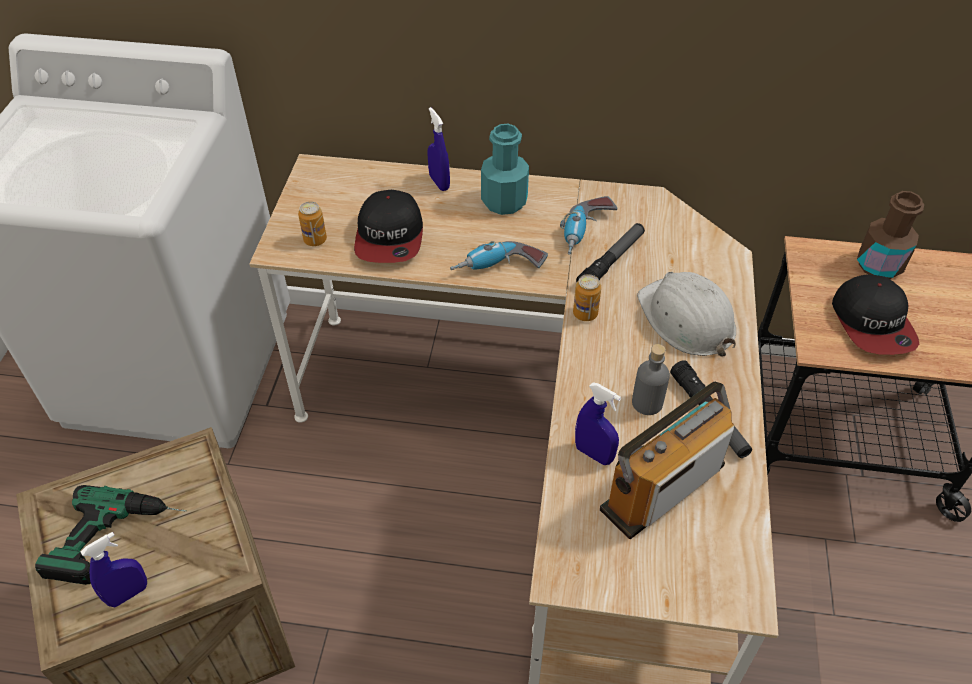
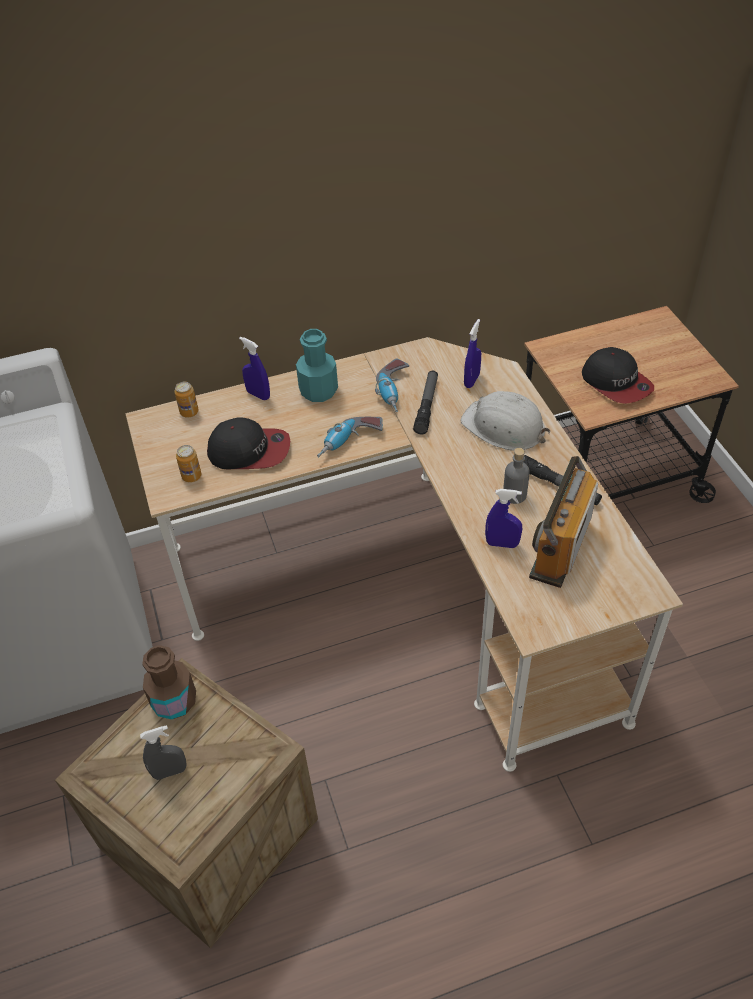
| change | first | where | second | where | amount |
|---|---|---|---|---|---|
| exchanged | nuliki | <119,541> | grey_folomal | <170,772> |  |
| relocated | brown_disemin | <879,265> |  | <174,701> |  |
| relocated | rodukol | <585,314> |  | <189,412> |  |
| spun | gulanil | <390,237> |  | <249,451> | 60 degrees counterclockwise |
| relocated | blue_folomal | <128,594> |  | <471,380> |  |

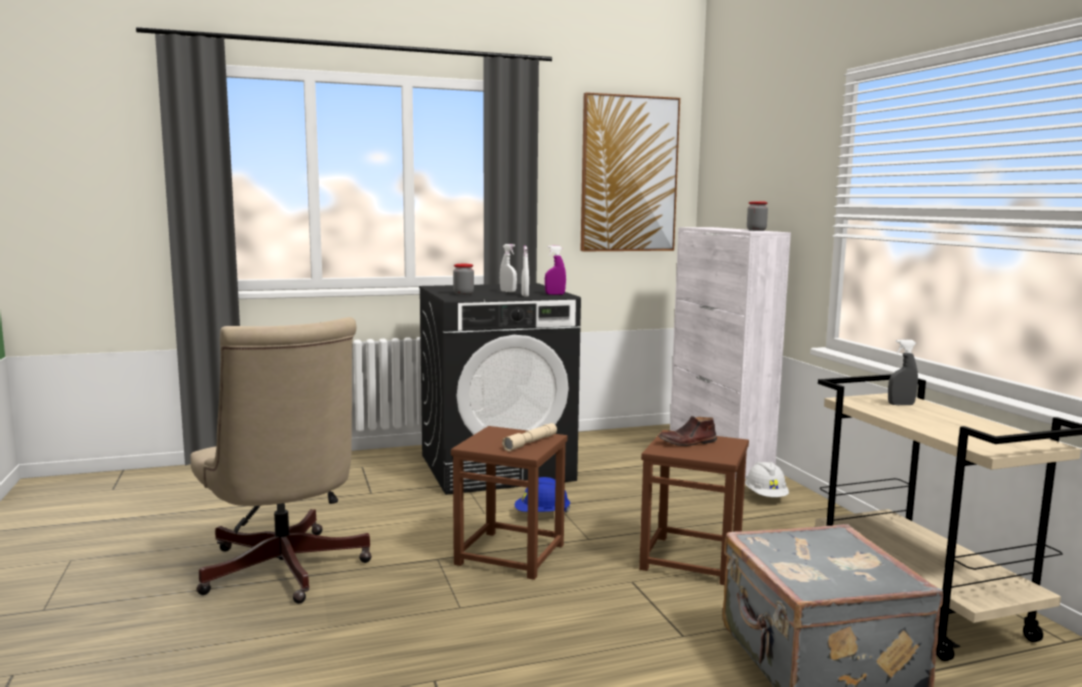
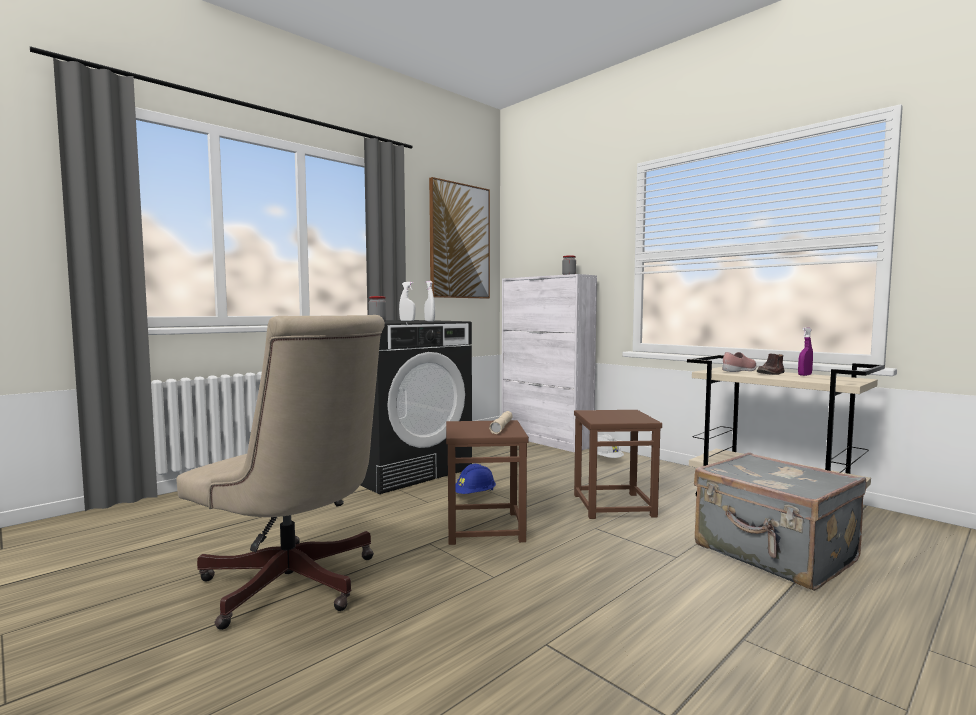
| change | first | where | second | where | amount |
|---|---|---|---|---|---|
| exchanged | grey_folomal | <901,404> | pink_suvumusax | <739,371> |  |
| relocated | brown_suvumusax | <688,442> |  | <771,373> |  |
| relocated | purple_folomal | <555,294> |  | <804,375> |  |

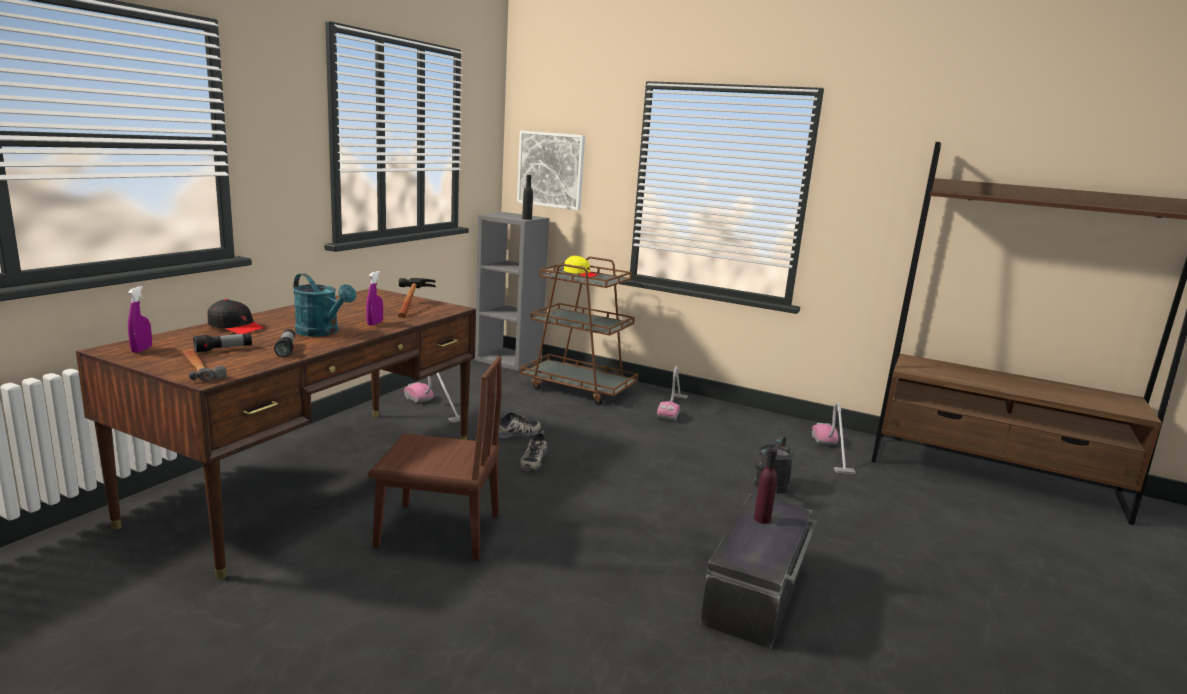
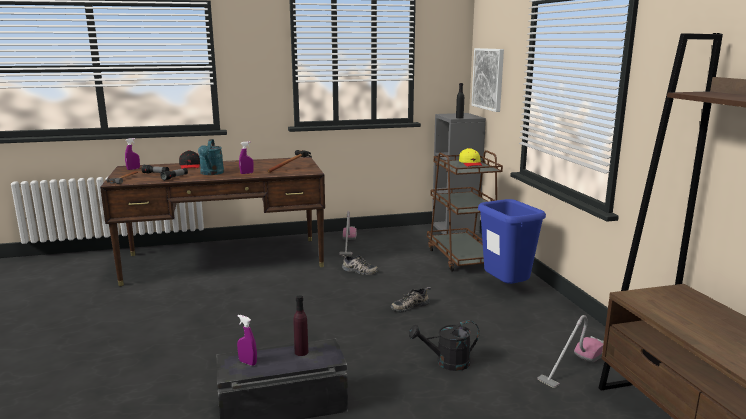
| change | first | where | second | where | amount |
|---|---|---|---|---|---|
| appeared |  |  | purple_folomal | <247,362> |  |
| relocated | suvumusax | <533,459> |  | <410,305> |  |
| exchanged | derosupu | <673,407> | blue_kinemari | <506,289> |  |
| missing | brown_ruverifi | <438,531> |  |  |  |

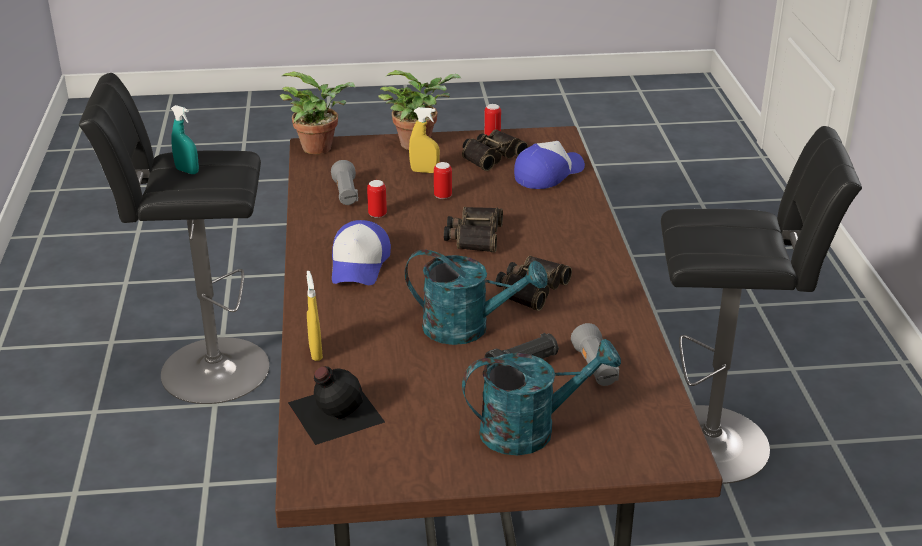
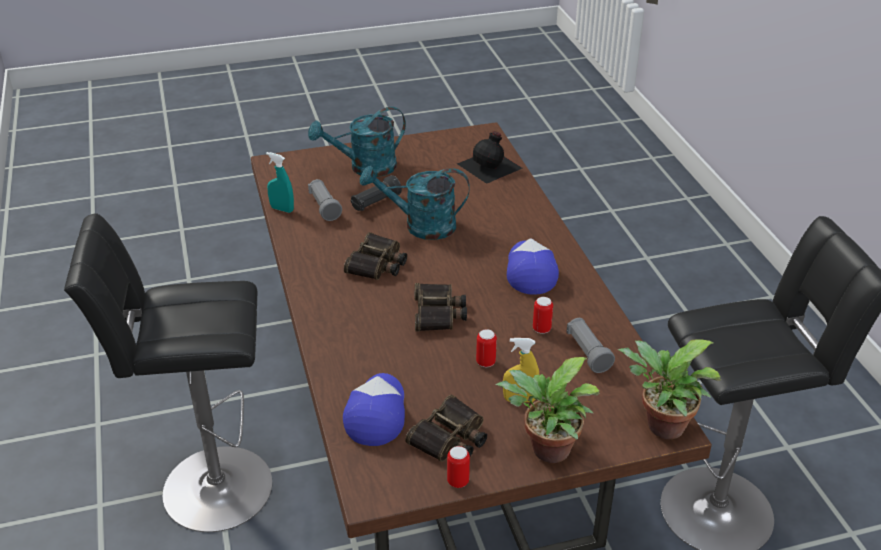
| change | first | where | second | where | amount |
|---|---|---|---|---|---|
| relocated | turquoise_folomal | <187,171> |  | <282,209> |  |
| spun | gulanil | <548,173> |  | <376,413> | 150 degrees clockwise |
| missing | yellow_folomal | <315,352> |  |  |  |

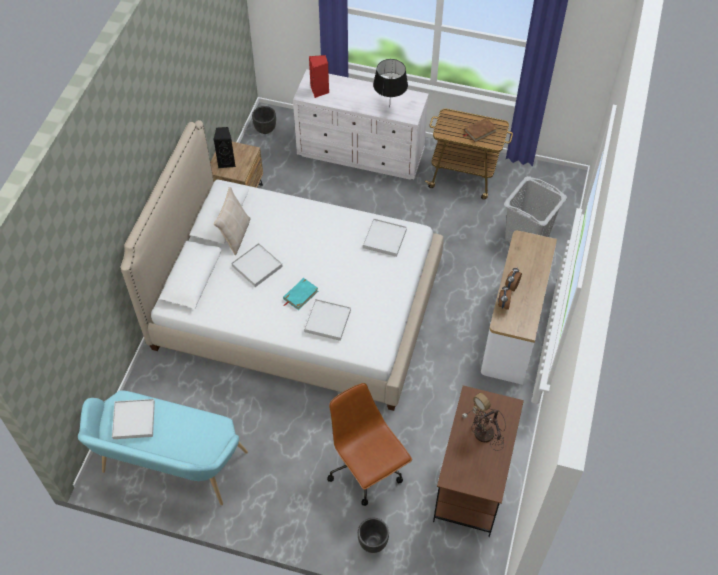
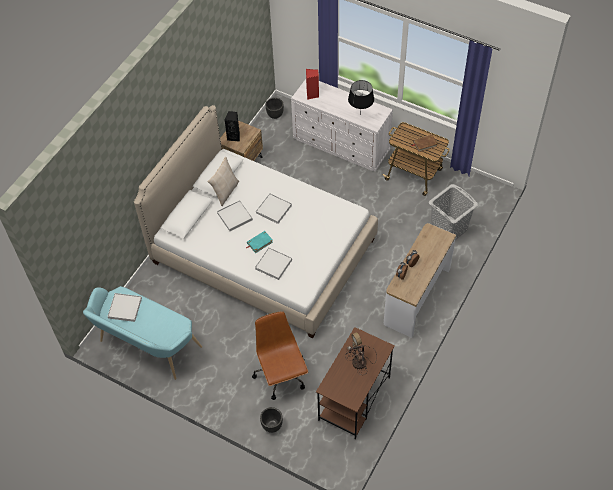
| change | first | where | second | where | amount |
|---|---|---|---|---|---|
| relocated | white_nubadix | <384,239> |  | <273,209> |  |

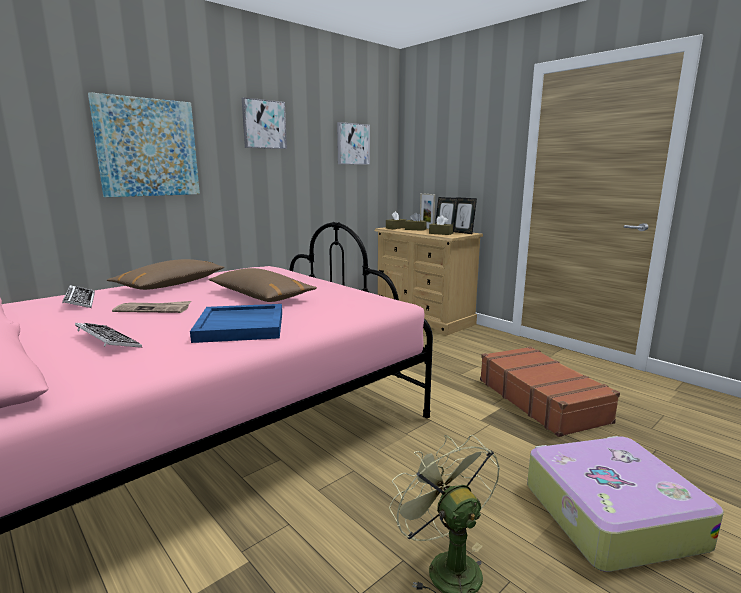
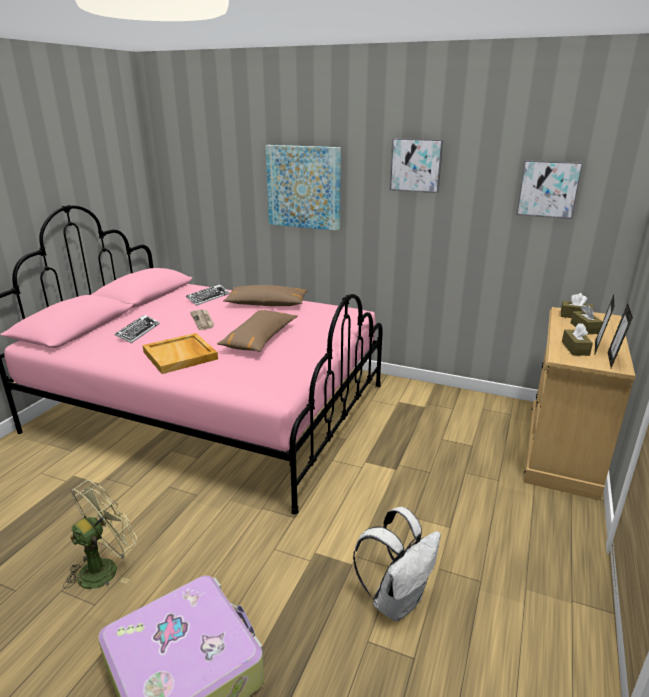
| change | first | where | second | where | amount |
|---|---|---|---|---|---|
| colour | blue_nubadix | <241,326> | beige_nubadix | <181,355> |  |
| exchanged | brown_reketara | <541,400> | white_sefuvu | <397,599> |  |
| missing | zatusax | <426,228> |  |  |  |

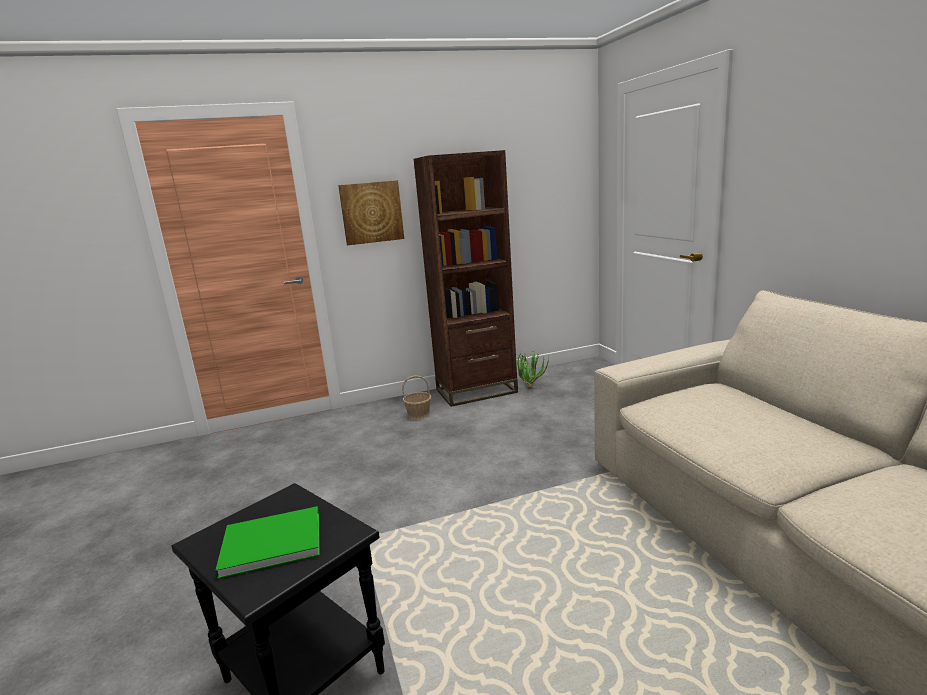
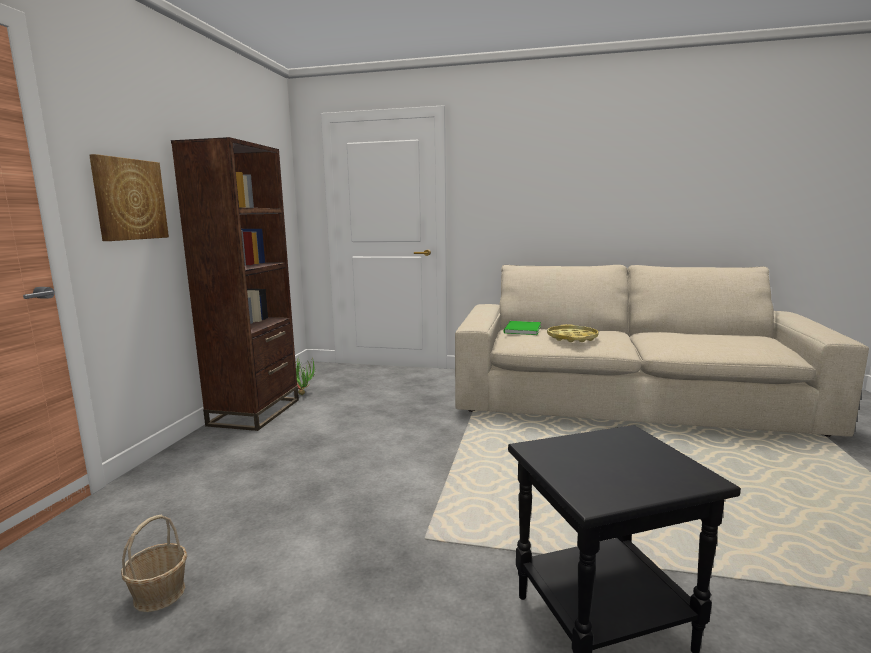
| change | first | where | second | where | amount |
|---|---|---|---|---|---|
| relocated | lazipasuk | <419,414> |  | <160,594> |  |
| relocated | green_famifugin | <269,542> |  | <521,330> |  |
| appeared |  |  | yellow_nubadix | <572,338> |  |

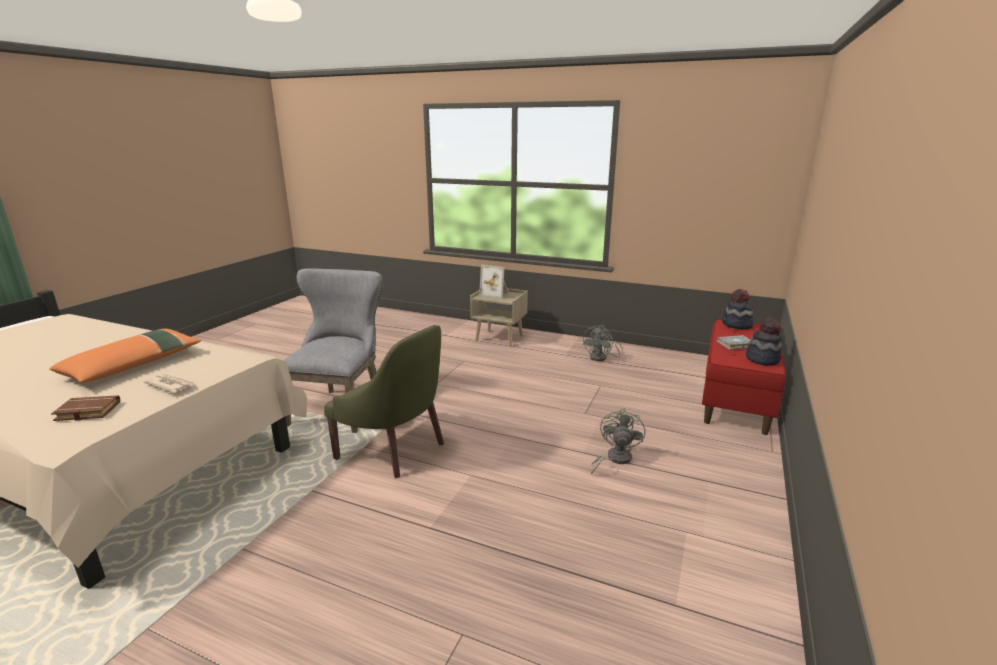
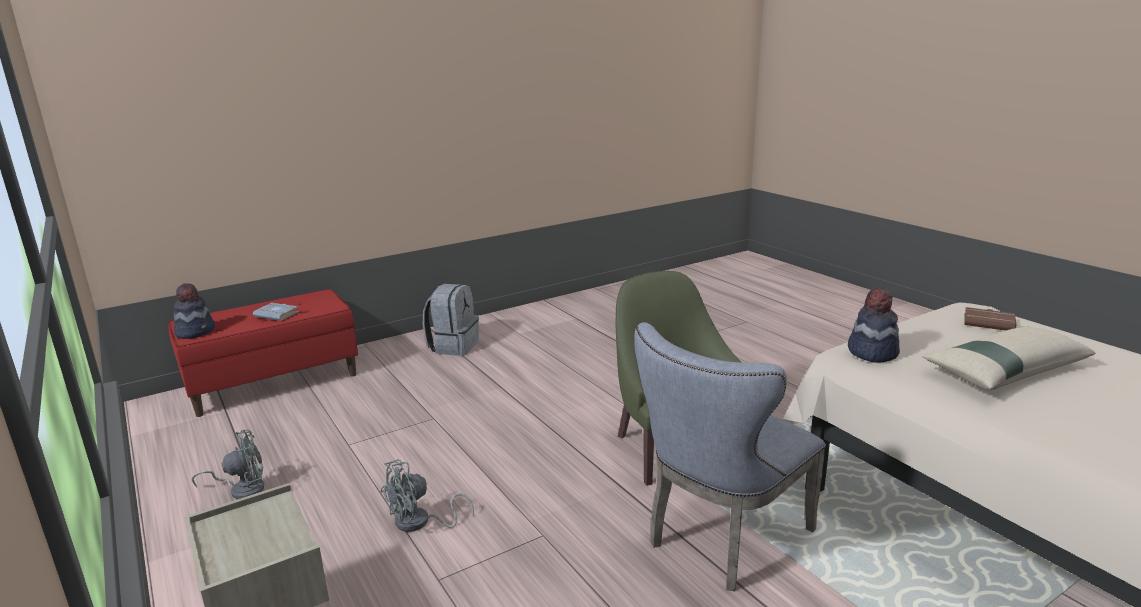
| change | first | where | second | where | amount |
|---|---|---|---|---|---|
| relocated | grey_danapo | <614,459> |  | <419,523> |  |
| appeared |  |  | grey_sefuvu | <453,346> |  |
| relocated | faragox | <762,359> |  | <872,352> |  |
| colour | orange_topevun | <134,365> | beige_topevun | <1004,370> |  |
| missing | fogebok | <170,385> |  |  |  |
| missing | zatusax | <495,294> |  |  |  |

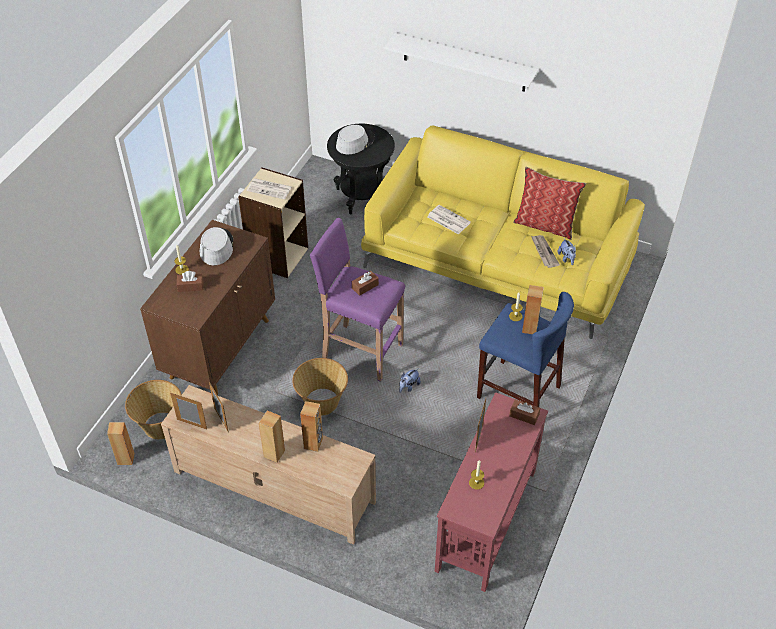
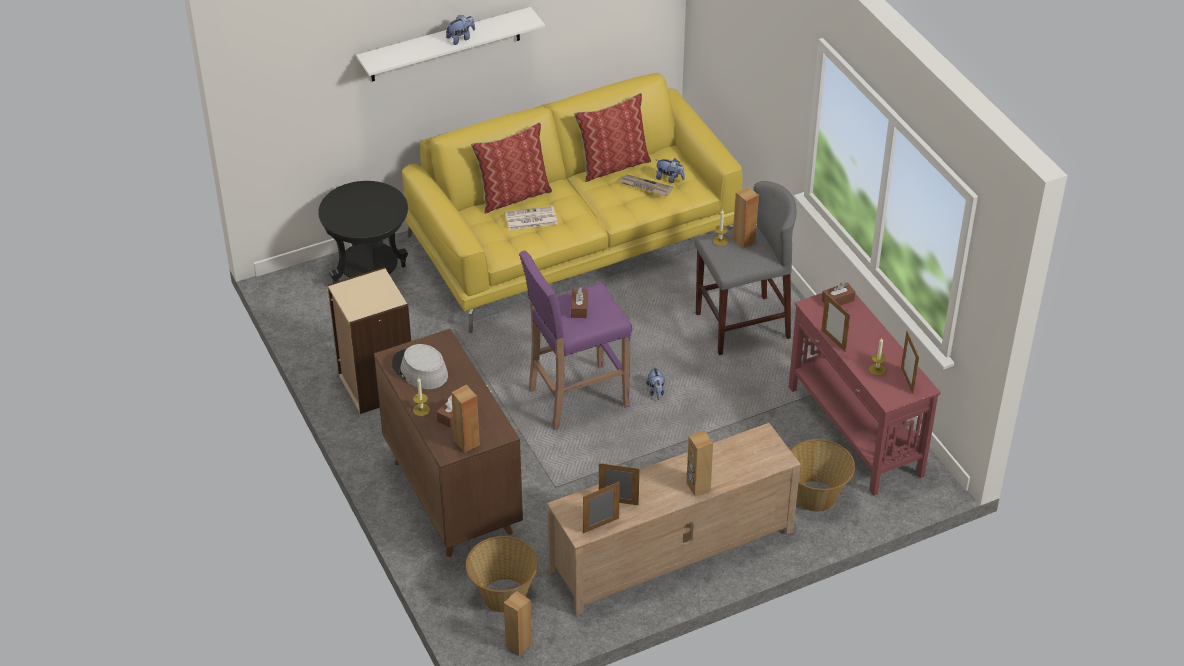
| change | first | where | second | where | amount |
|---|---|---|---|---|---|
| appeared |  |  | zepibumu | <461,38> |  |
| relocated | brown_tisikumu | <313,443> |  | <467,443> |  |
| appeared |  |  | topevun | <513,195> |  |
| colour | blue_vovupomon | <518,392> | grey_vovupomon | <742,326> |  |
| relocated | lazipasuk | <322,402> |  | <816,497> |  |
| appeared |  |  | zatusax | <907,380> |  |
| missing | fogebok | <270,189> |  |  |  |
| missing | grey_faragox | <355,142> |  |  |  |

